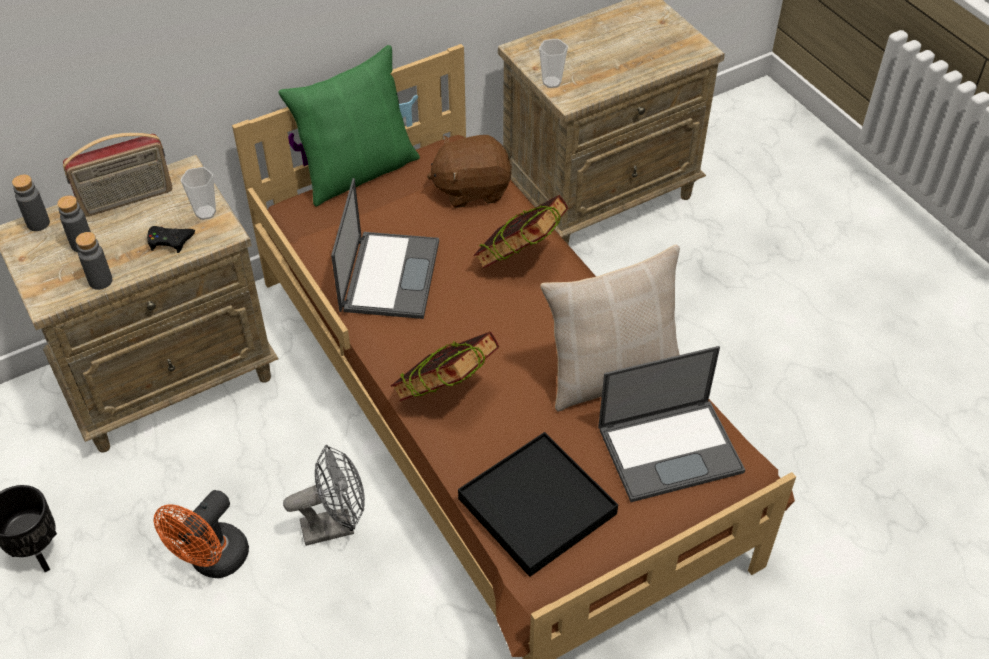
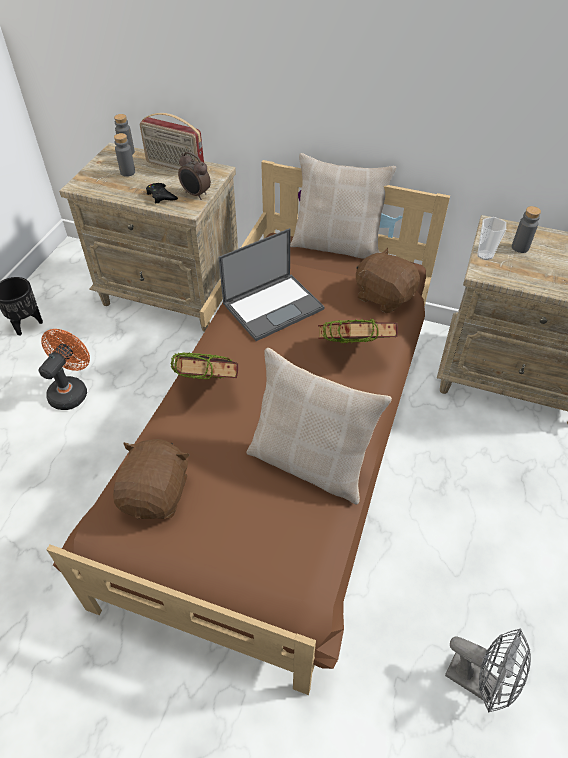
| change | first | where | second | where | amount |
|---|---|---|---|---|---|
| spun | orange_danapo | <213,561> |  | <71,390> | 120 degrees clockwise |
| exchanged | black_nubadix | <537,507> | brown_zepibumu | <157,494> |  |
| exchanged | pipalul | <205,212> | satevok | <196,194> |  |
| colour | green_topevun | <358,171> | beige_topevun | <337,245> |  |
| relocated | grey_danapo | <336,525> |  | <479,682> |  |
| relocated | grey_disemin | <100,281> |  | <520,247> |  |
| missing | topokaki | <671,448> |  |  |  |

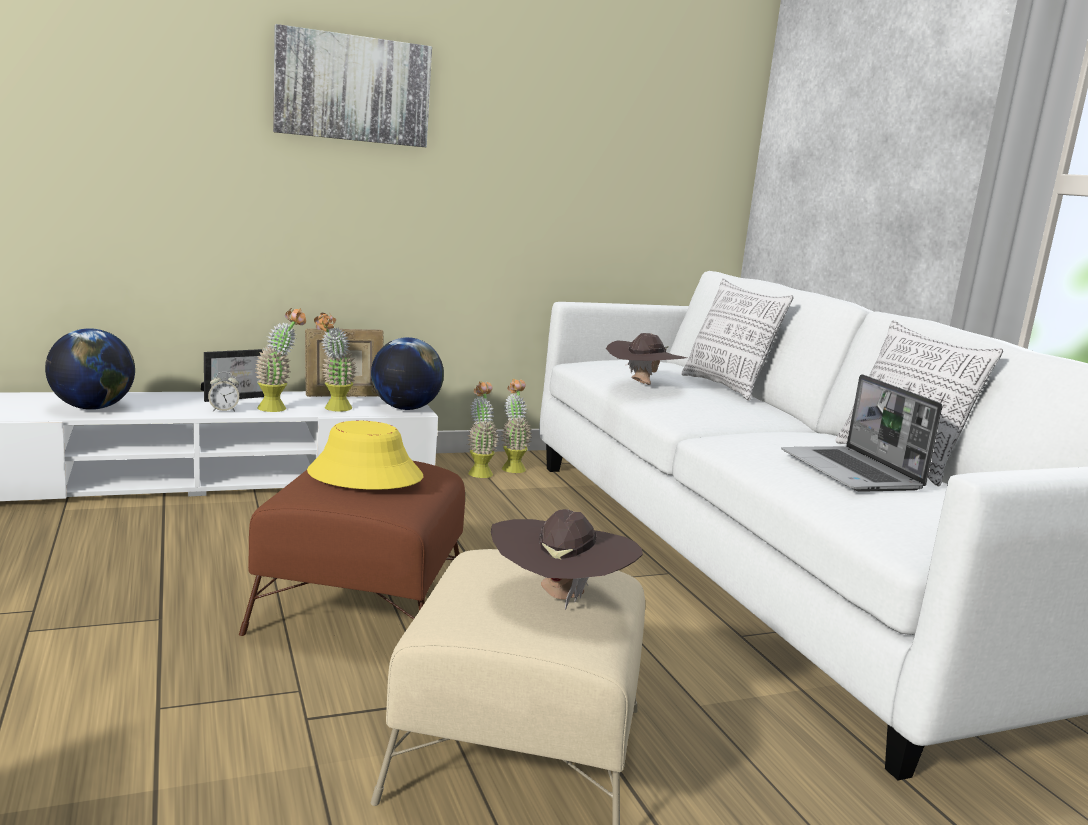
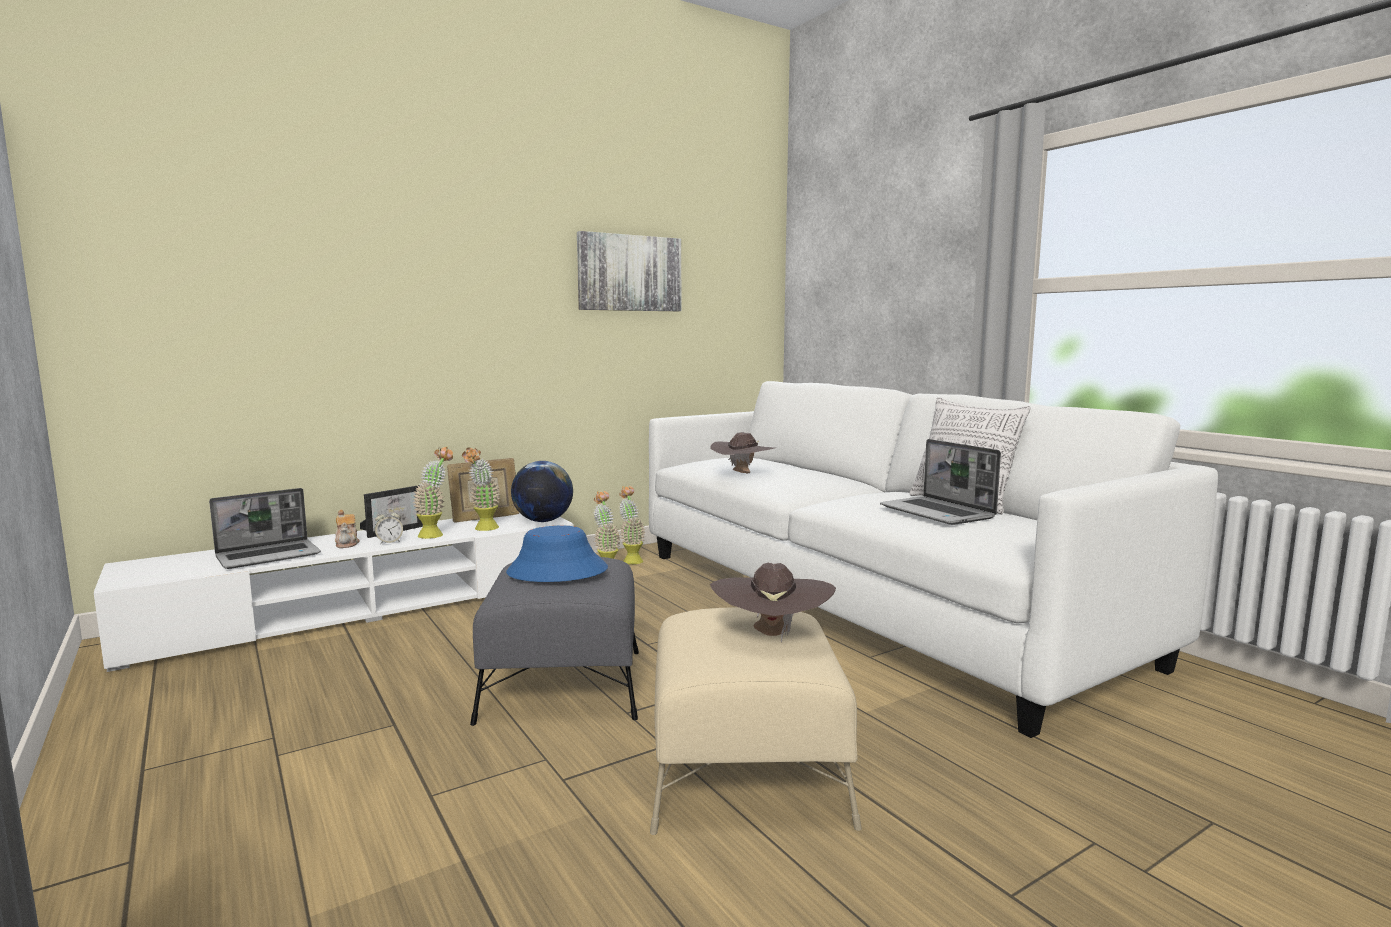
| change | first | where | second | where | amount |
|---|---|---|---|---|---|
| exchanged | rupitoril | <92,408> | topokaki | <269,556> |  |
| appeared |  |  | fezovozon | <347,543> |  |
| colour | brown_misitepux | <362,605> | grey_misitepux | <564,684> |  |
| colour | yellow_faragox | <364,475> | blue_faragox | <557,571> |  |
| relocated | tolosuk | <352,88> |  | <629,273> |  |
| missing | topevun | <726,387> |  |  |  |

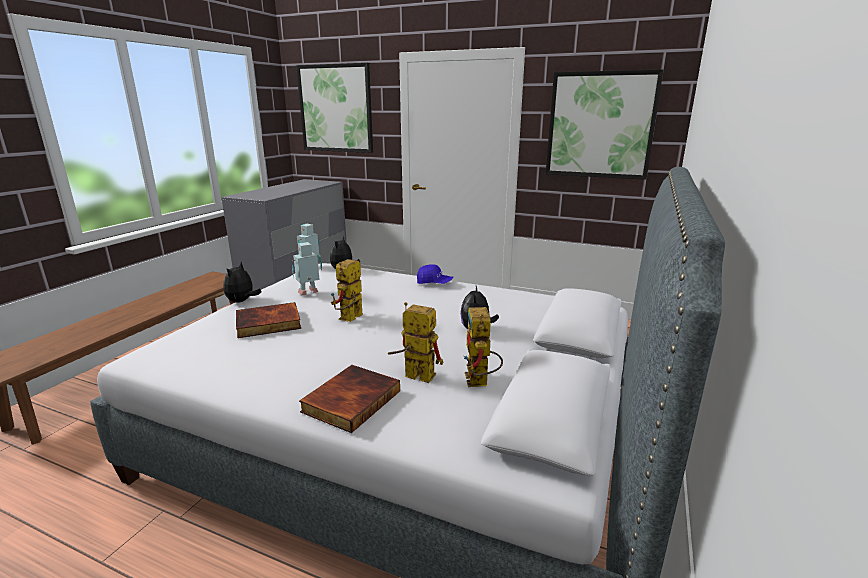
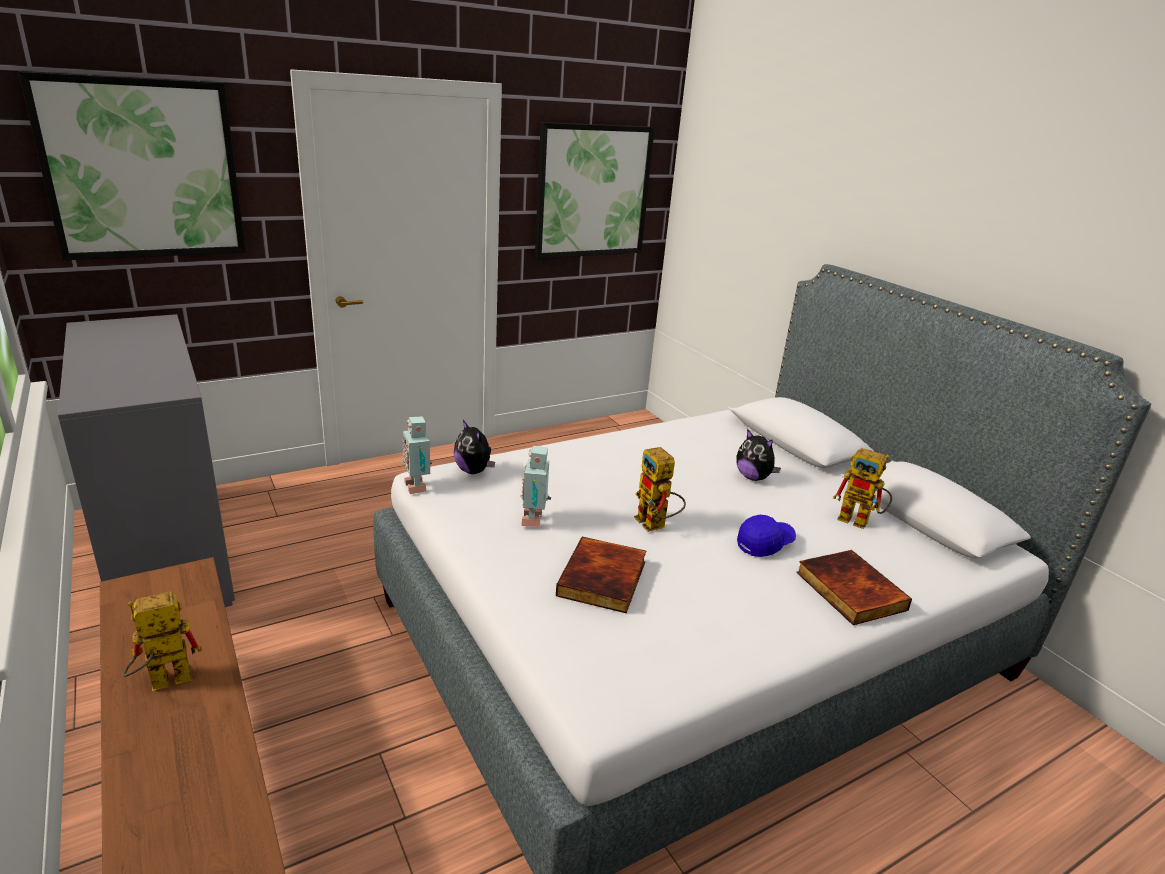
| change | first | where | second | where | amount |
|---|---|---|---|---|---|
| relocated | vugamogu | <413,376> |  | <162,684> |  |
| relocated | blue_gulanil | <434,283> |  | <764,544> |  |
| missing | zepibumu | <242,301> |  |  |  |

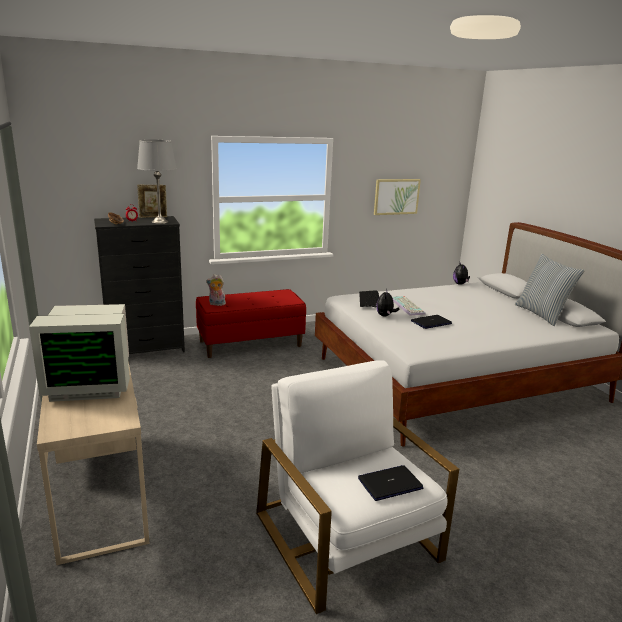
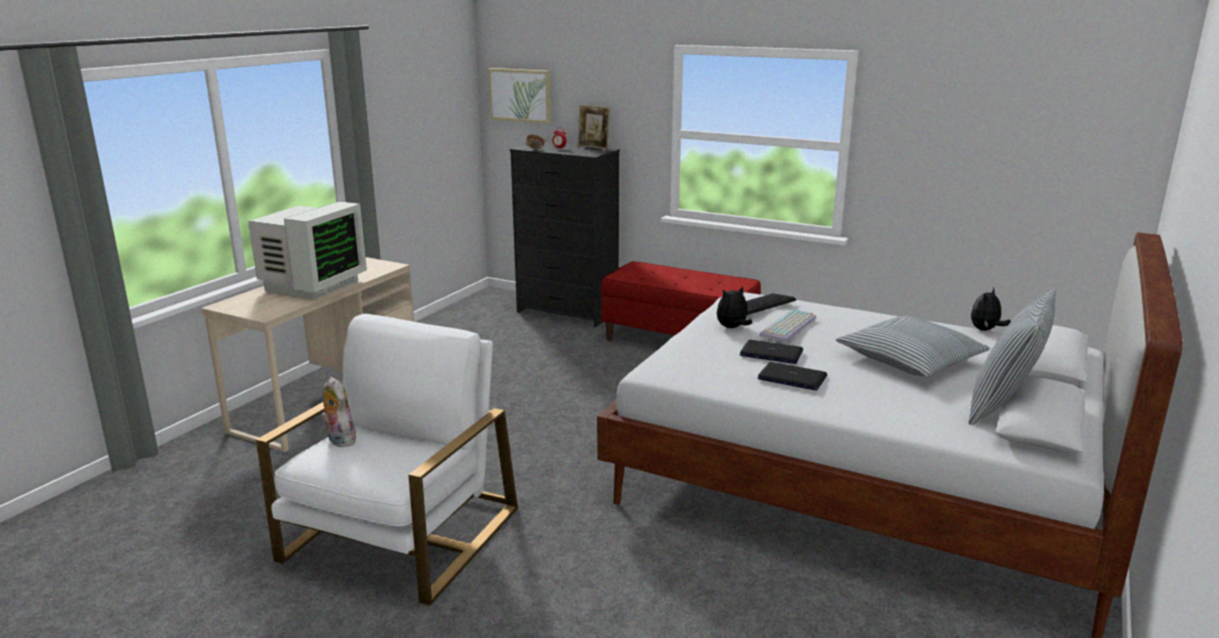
| change | first | where | second | where | amount |
|---|---|---|---|---|---|
| spun | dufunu | <90,383> |  | <311,285> | 105 degrees counterclockwise |
| relocated | zepibumu | <216,304> |  | <339,440> |  |
| relocated | tolosuk | <396,196> |  | <520,95> |  |
| relocated | topokaki | <390,483> |  | <792,378> |  |
| appeared |  |  | topevun | <910,360> |  |
| missing | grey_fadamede | <159,222> |  |  |  |

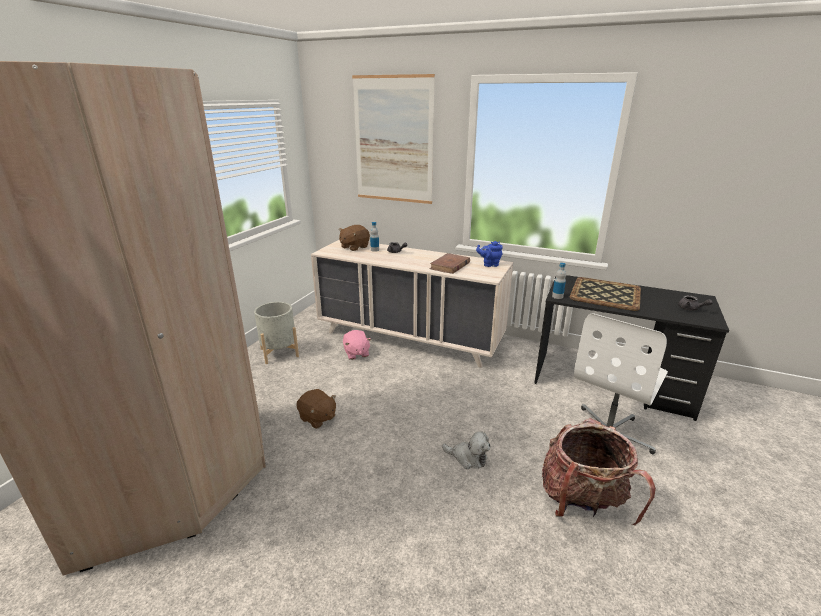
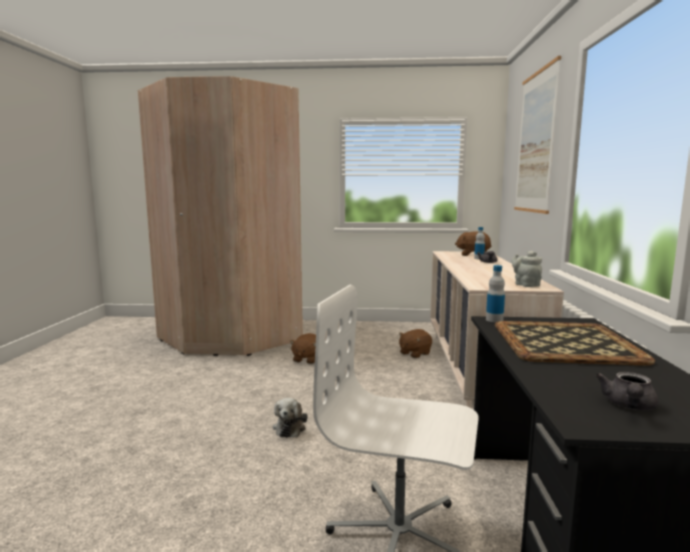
| change | first | where | second | where | amount |
|---|---|---|---|---|---|
| colour | pink_zepibumu | <356,353> | brown_zepibumu | <414,353> |  |
| colour | blue_fezovozon | <489,264> | grey_fezovozon | <525,284> |  |
| missing | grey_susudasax | <279,352> |  |  |  |
| missing | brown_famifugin | <450,266> |  |  |  |
| missing | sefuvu | <582,502> |  |  |  |

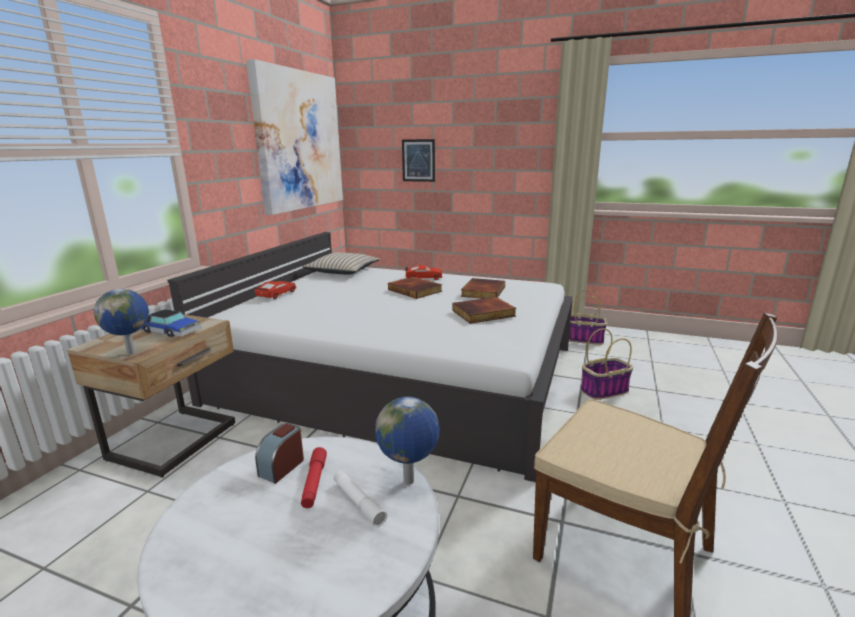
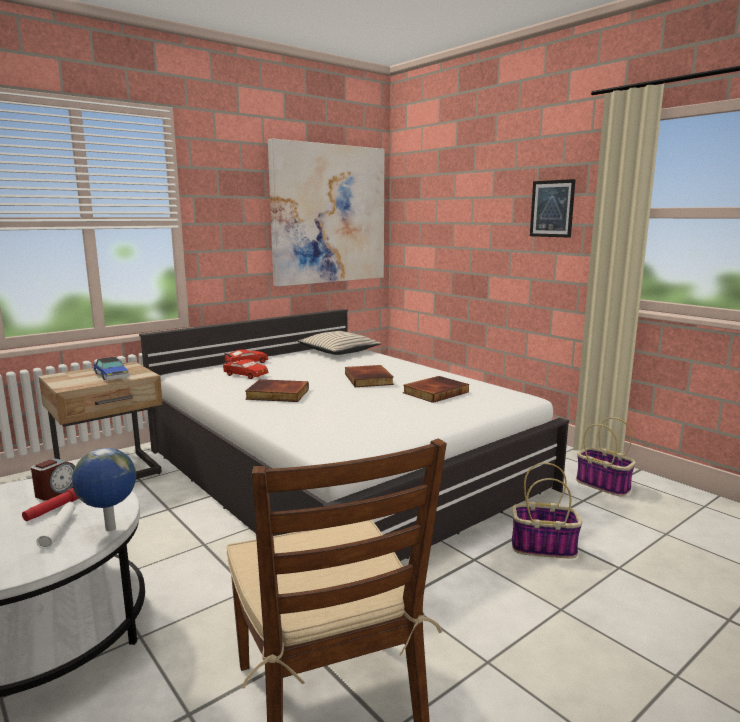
| change | first | where | second | where | amount |
|---|---|---|---|---|---|
| spun | satevok | <282,467> |  | <57,491> | 150 degrees clockwise |
| relocated | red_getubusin | <423,278> |  | <245,374> |  |
| relocated | famifugin | <483,313> |  | <277,394> |  |
| relocated | tolosuk | <418,160> |  | <552,208> |  |
| missing | rupitoril | <132,353> |  |  |  |

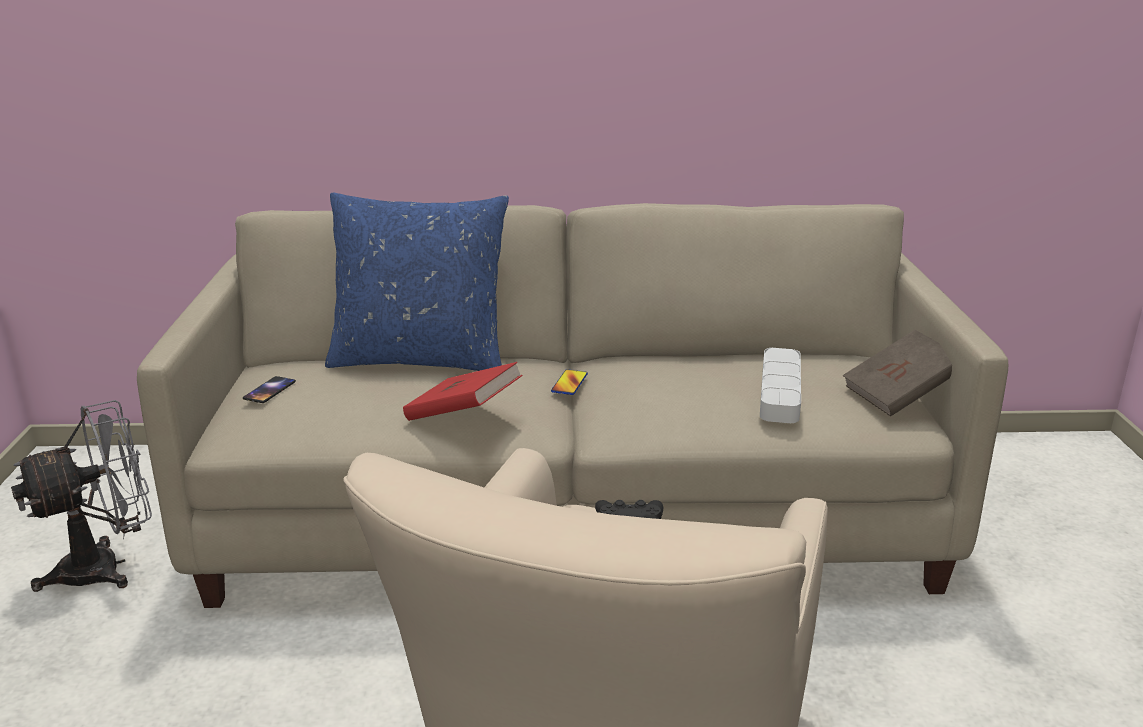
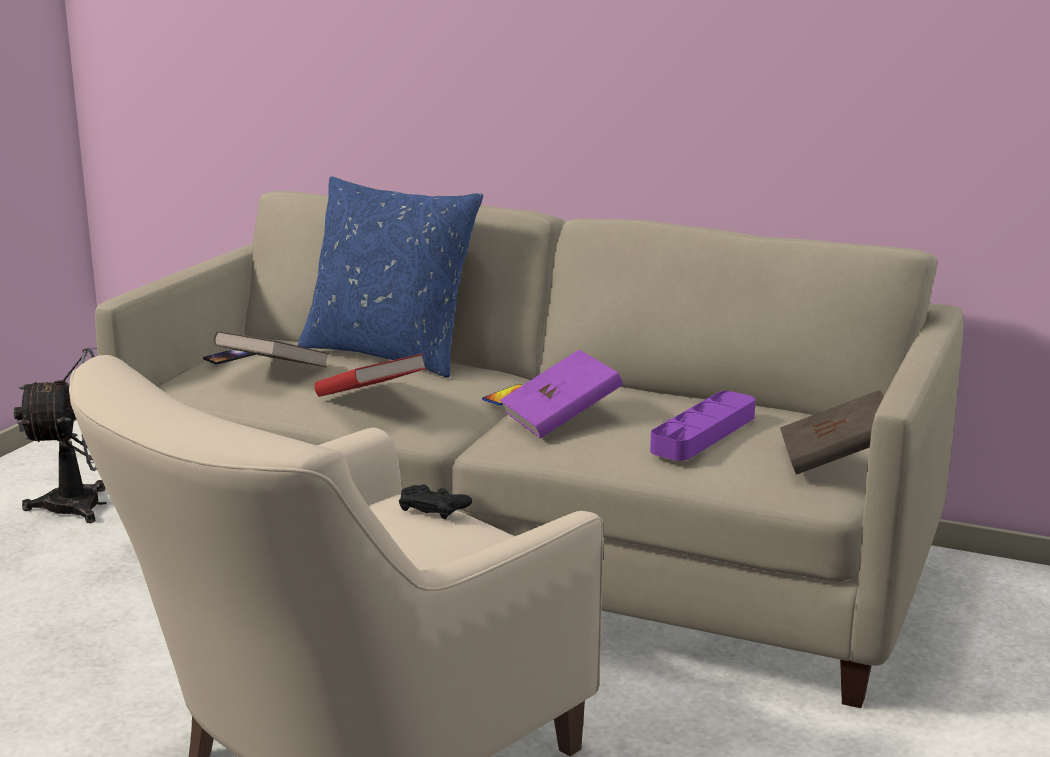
| change | first | where | second | where | amount |
|---|---|---|---|---|---|
| appeared |  |  | brown_famifugin | <273,373> |  |
| appeared |  |  | purple_famifugin | <561,419> |  |
| colour | grey_nubadix | <780,391> | purple_nubadix | <703,433> |  |

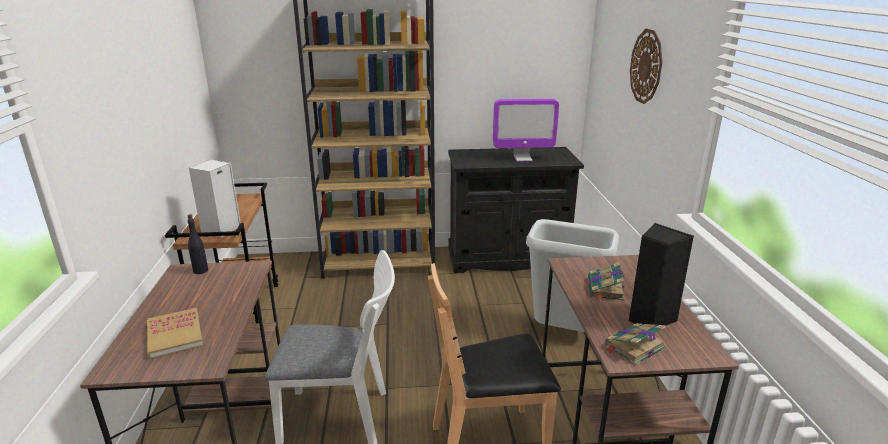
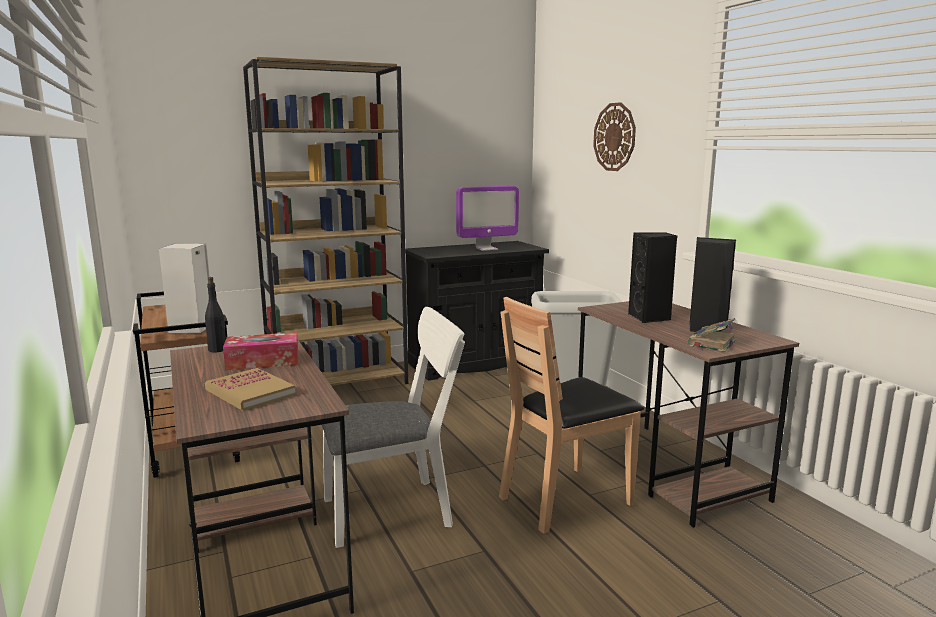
| change | first | where | second | where | amount |
|---|---|---|---|---|---|
| appeared |  |  | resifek | <263,361> |  |
| exchanged | famifugin | <605,289> | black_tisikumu | <650,318> |  |

